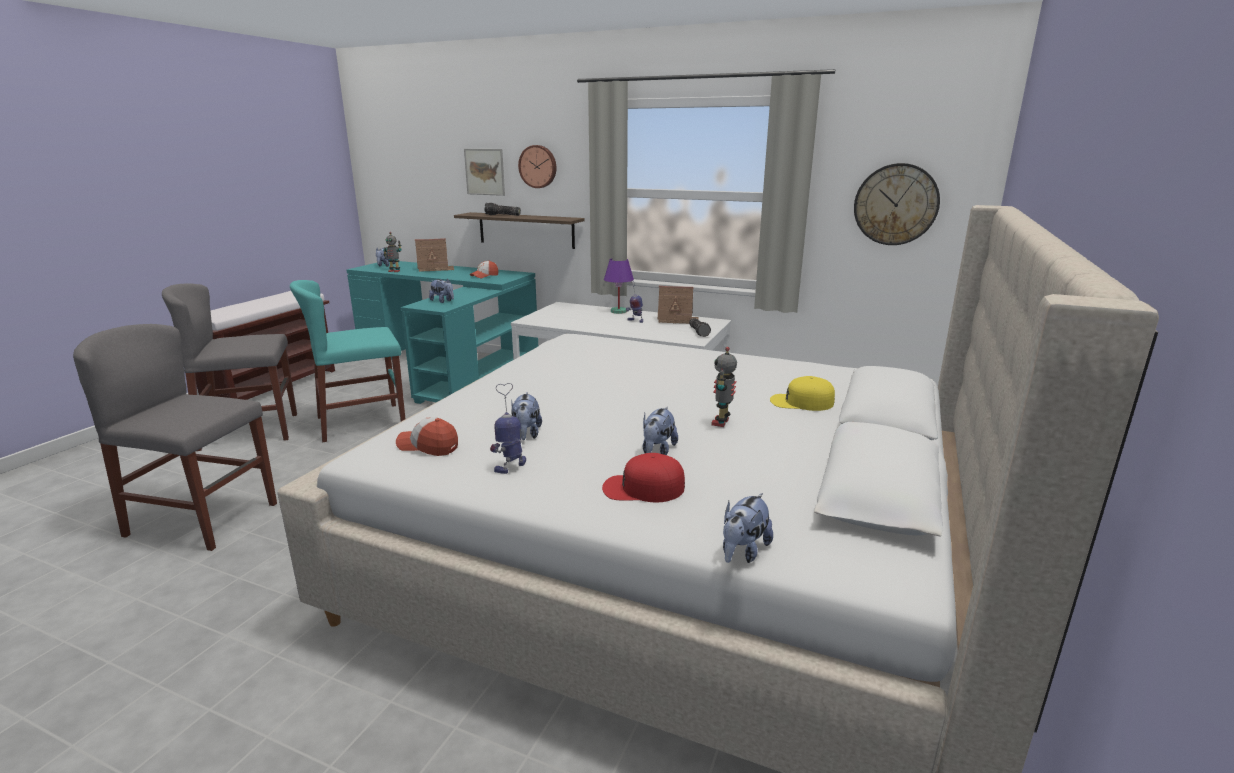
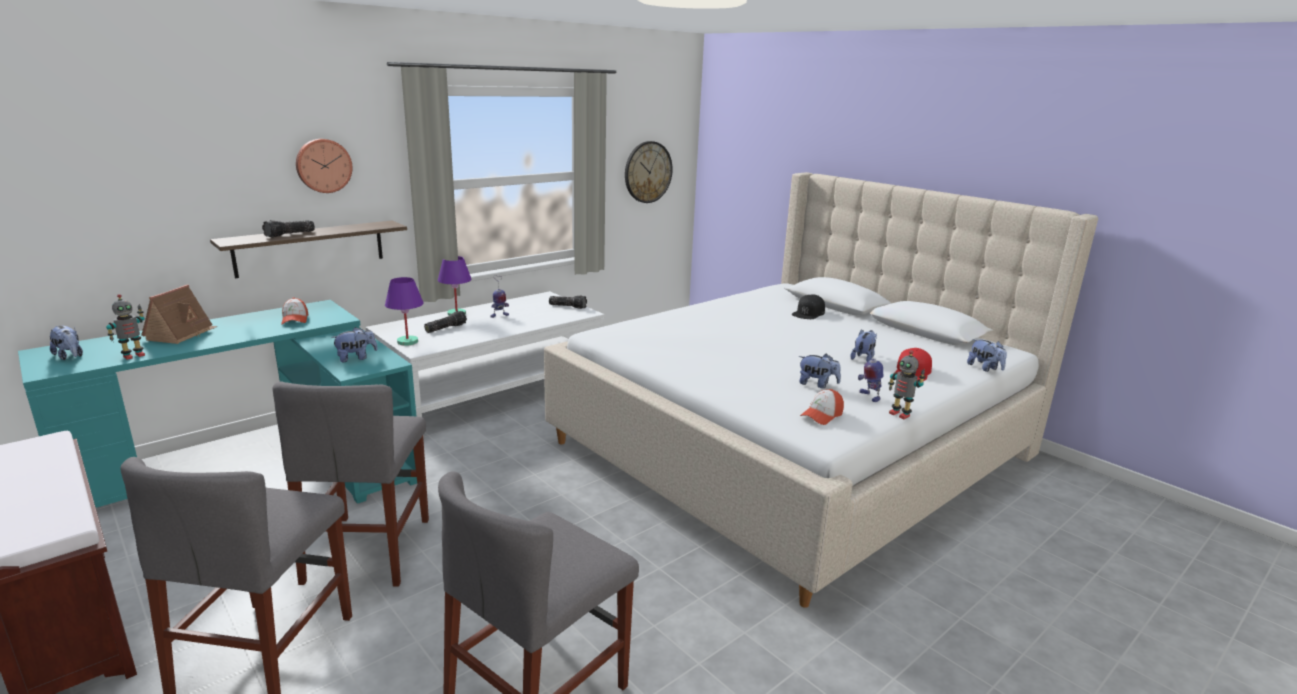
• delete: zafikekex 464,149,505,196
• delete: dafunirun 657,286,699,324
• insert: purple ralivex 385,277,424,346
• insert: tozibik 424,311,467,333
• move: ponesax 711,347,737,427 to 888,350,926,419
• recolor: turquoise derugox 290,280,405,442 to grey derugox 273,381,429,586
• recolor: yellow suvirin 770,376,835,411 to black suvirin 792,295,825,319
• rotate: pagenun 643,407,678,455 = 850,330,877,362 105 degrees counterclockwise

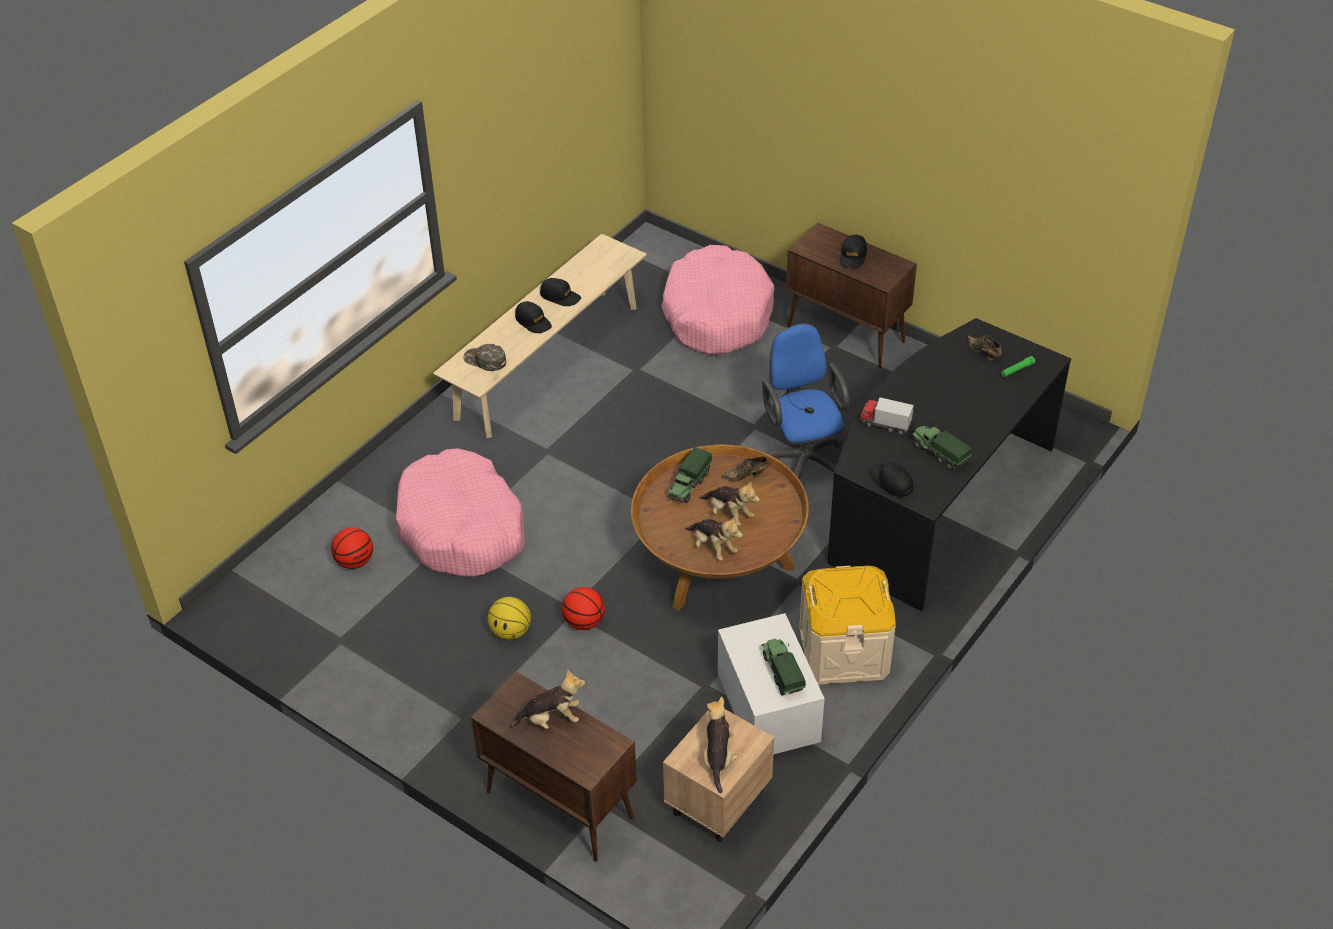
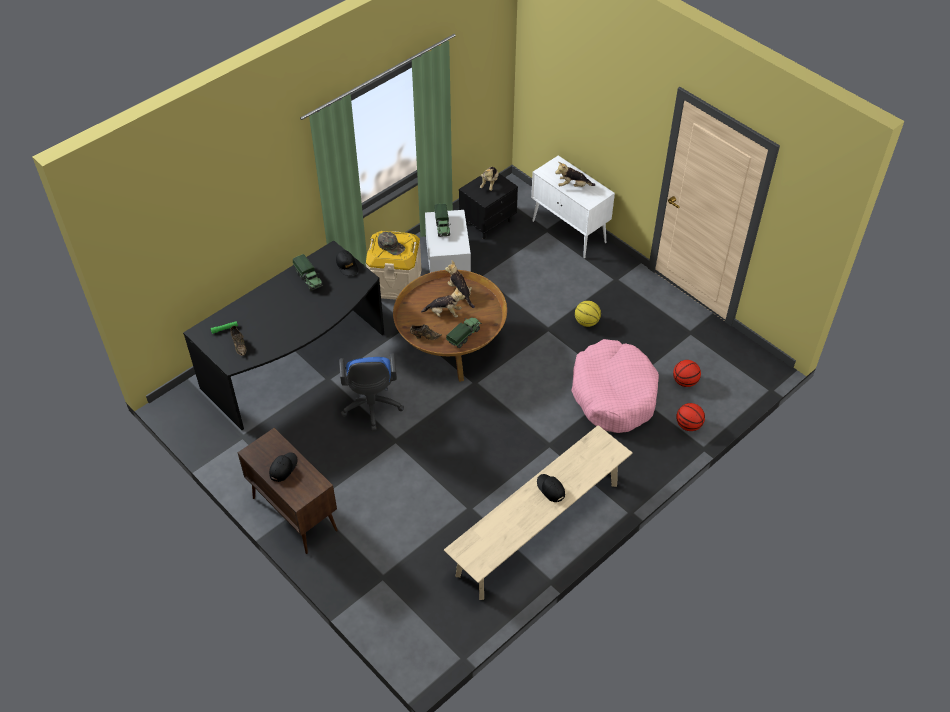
• delete: black suvirin 540,278,581,306
• delete: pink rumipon 662,245,775,355
• delete: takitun 859,397,914,435
• move: green suvirin 463,344,506,371 to 378,232,405,255
• move: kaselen 562,587,605,630 to 676,403,705,431
• recolor: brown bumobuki 471,672,637,862 to white bumobuki 531,155,615,258
• recolor: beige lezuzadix 663,709,774,842 to black lezuzadix 459,174,518,239
• rotate: pagenun 699,481,760,526 = 421,287,465,317 135 degrees clockwise

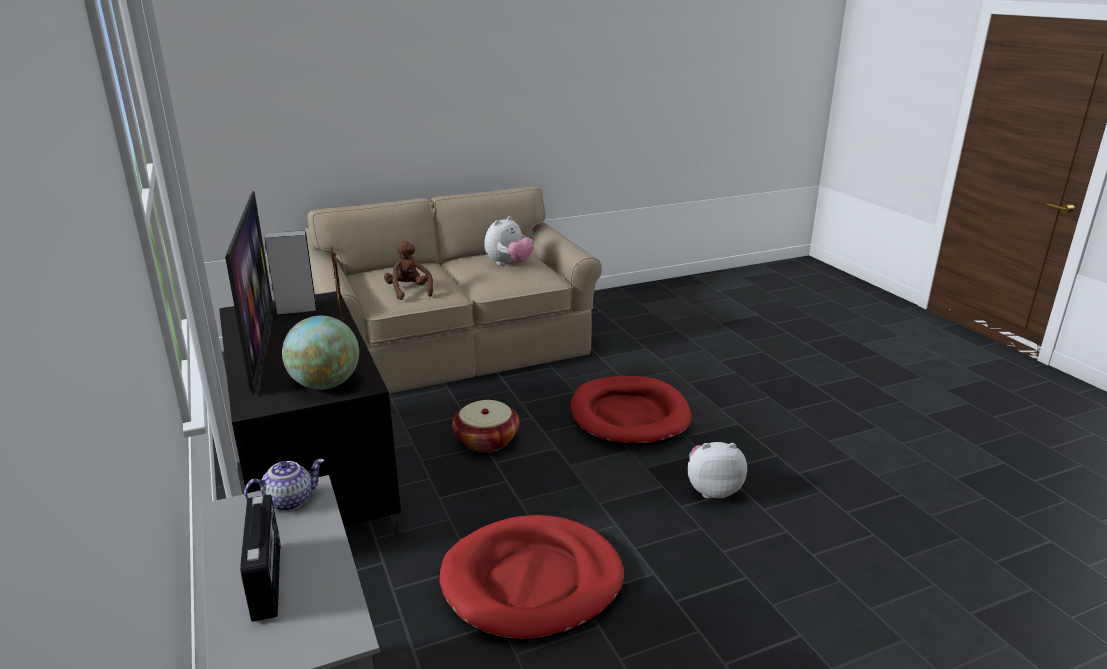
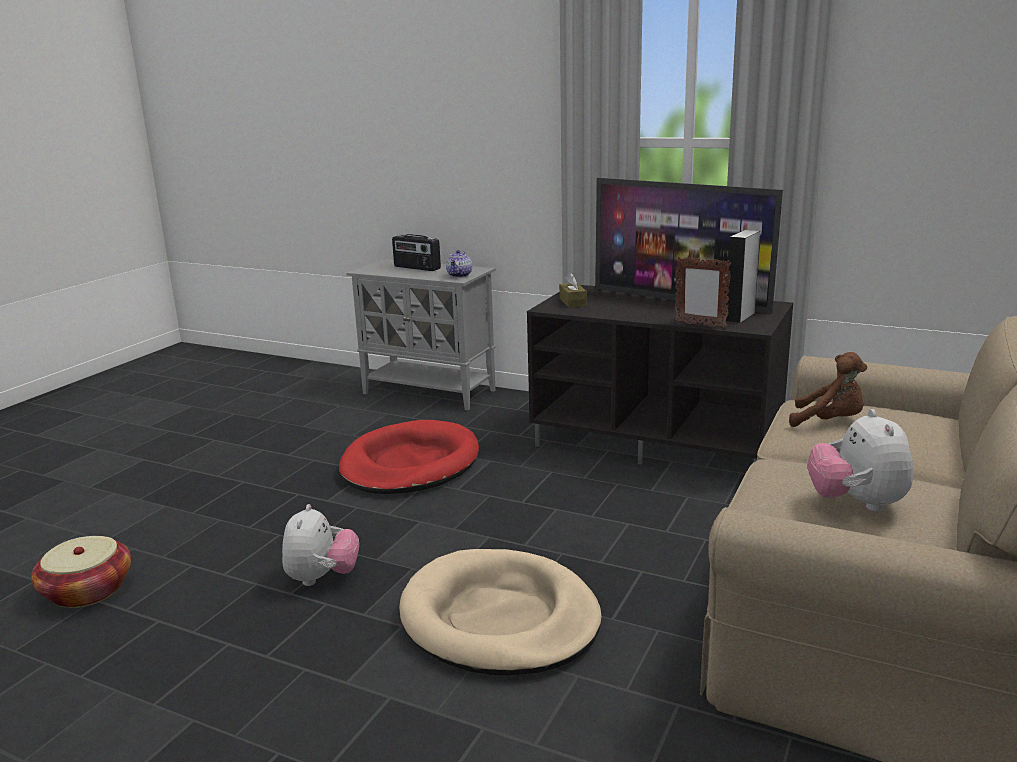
• move: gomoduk 452,400,519,452 to 31,536,131,608
• replace: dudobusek 282,316,359,390 to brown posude 559,273,587,308
• recolor: red rumipon 570,376,692,446 to beige rumipon 399,549,602,676
• rotate: pagenun 687,442,747,498 = 282,504,359,586 45 degrees counterclockwise

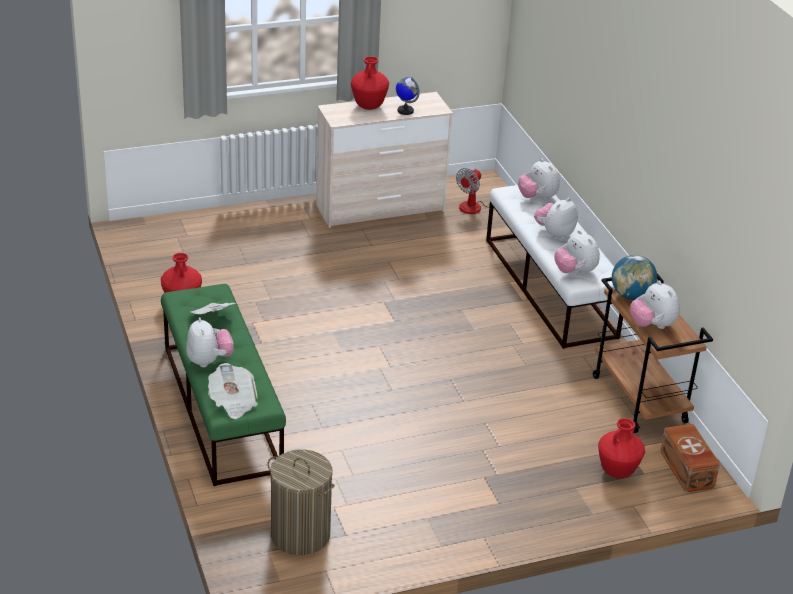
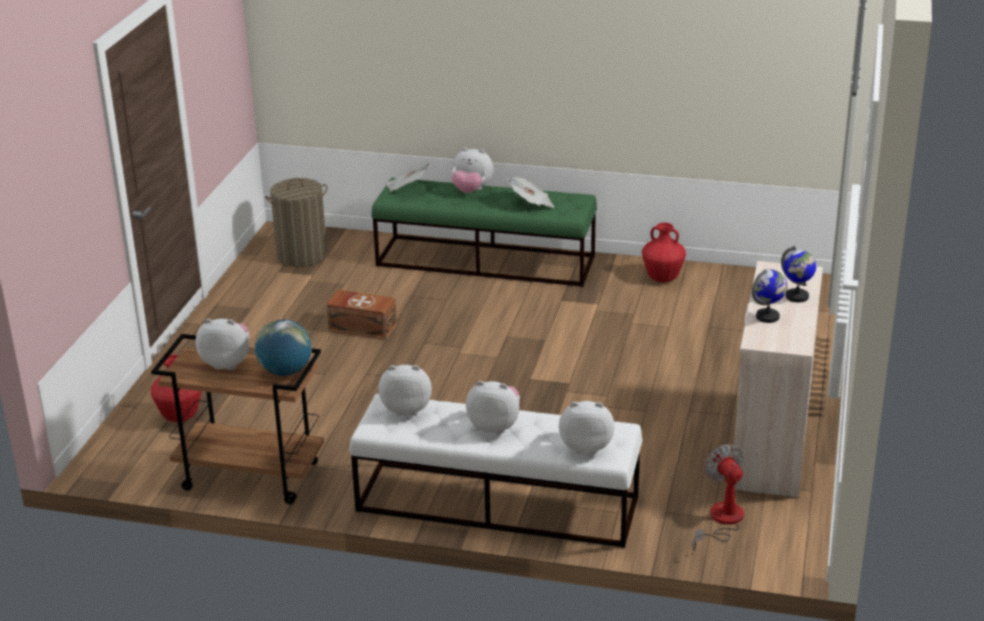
• move: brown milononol 660,424,720,493 to 326,290,397,340
• replace: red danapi 351,56,389,110 to dudobusek 781,246,816,302
• rotate: pagenun 534,198,578,240 = 466,381,520,434 60 degrees counterclockwise

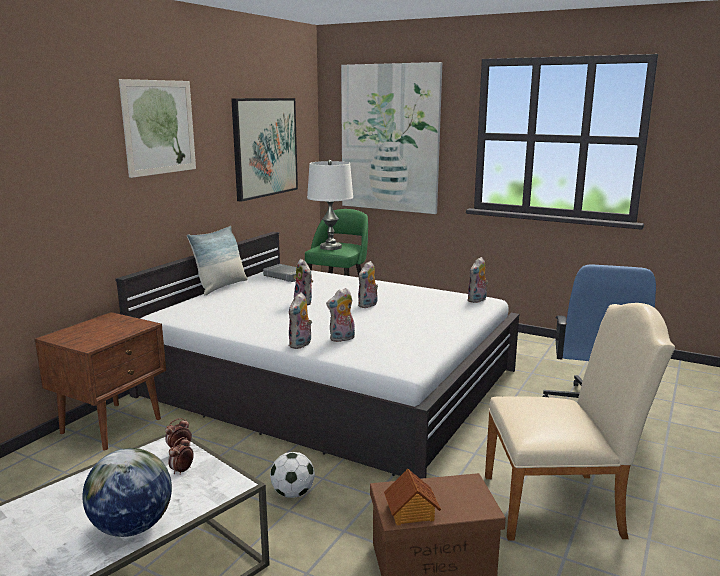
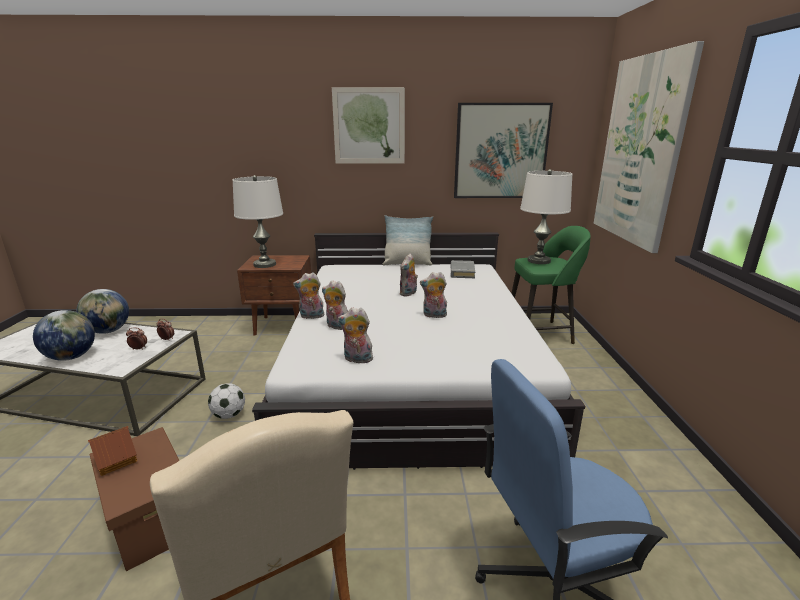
• insert: dudobusek 76,289,129,334
• insert: white ralivex 233,175,283,268
• move: pagenun 468,257,488,303 to 338,308,373,363

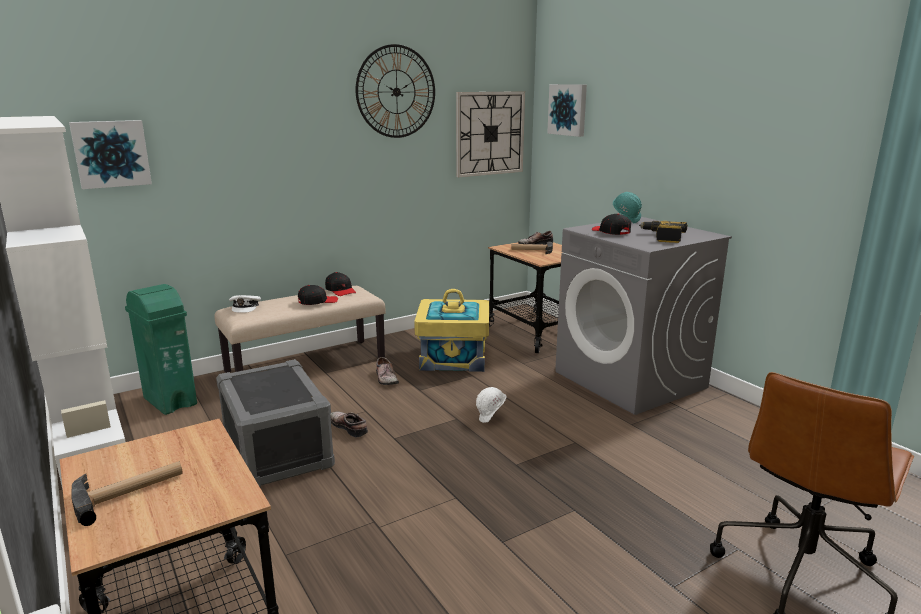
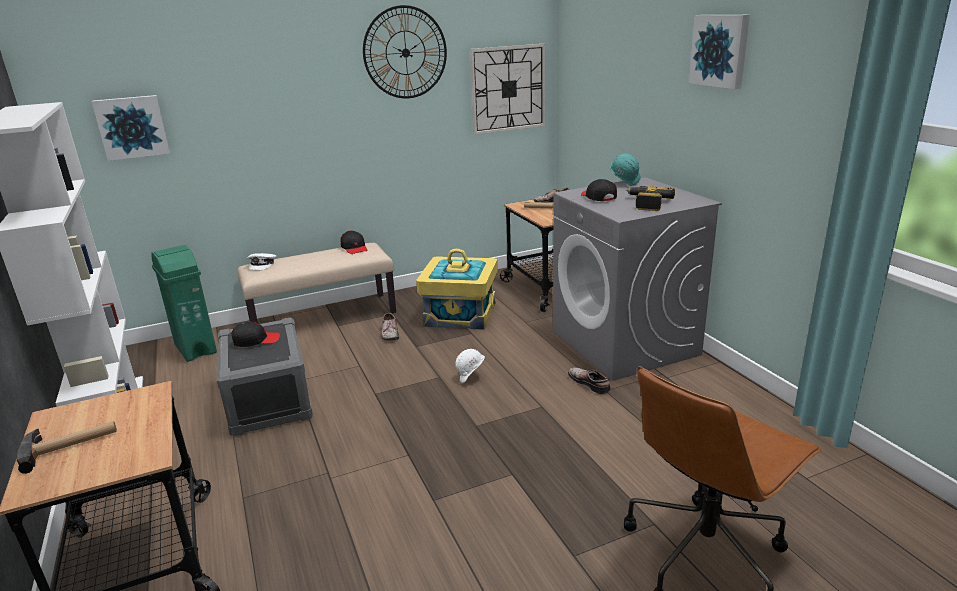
• move: black suvirin 298,285,338,305 to 231,322,280,347
• move: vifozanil 330,411,368,437 to 568,367,610,394
• move: zafikekex 547,84,587,137 to 689,15,750,89

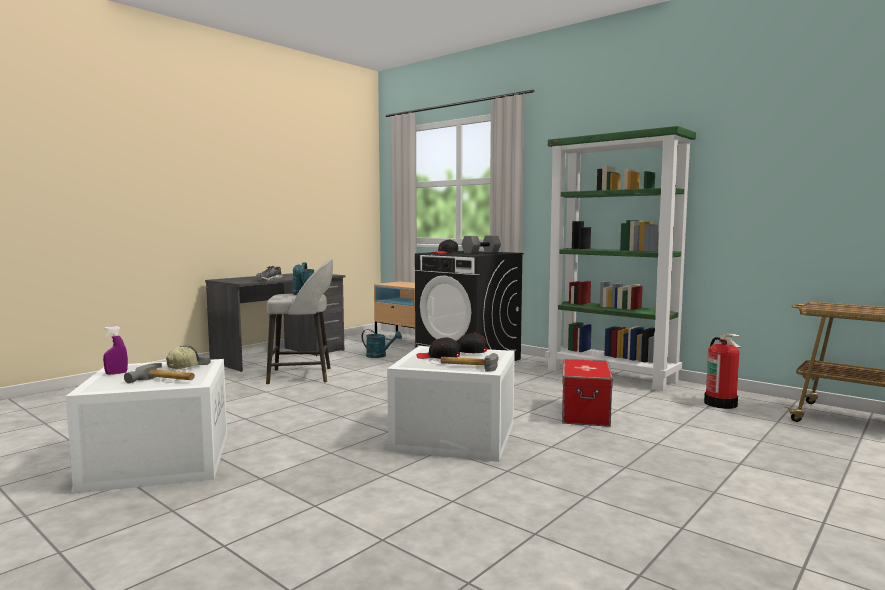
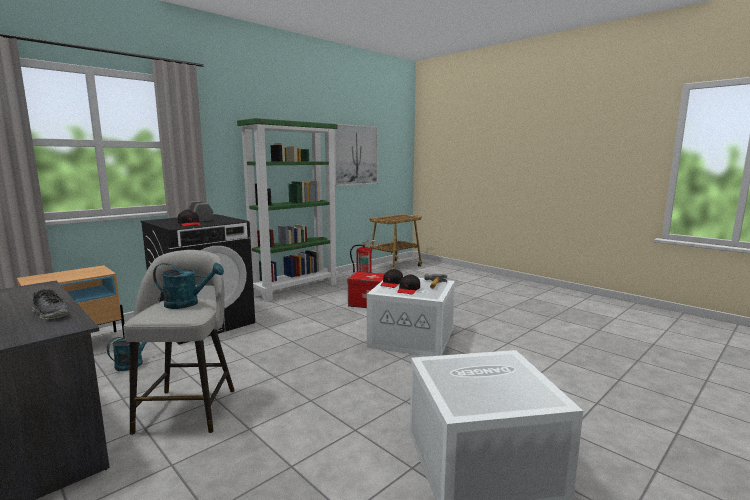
• delete: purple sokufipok 103,326,128,375
• delete: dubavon 124,363,195,383
• delete: suvirin 166,345,211,369
• insert: zafikekex 334,124,378,186

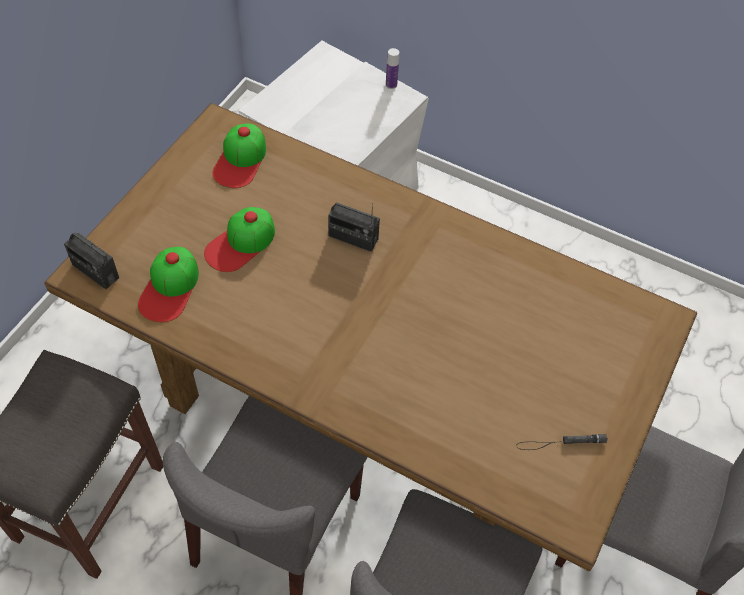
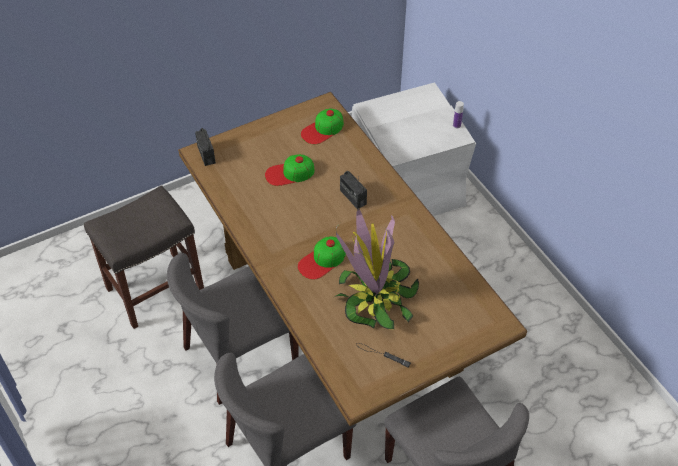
• insert: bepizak 334,208,419,329
• move: suvirin 138,247,199,322 to 298,236,346,280

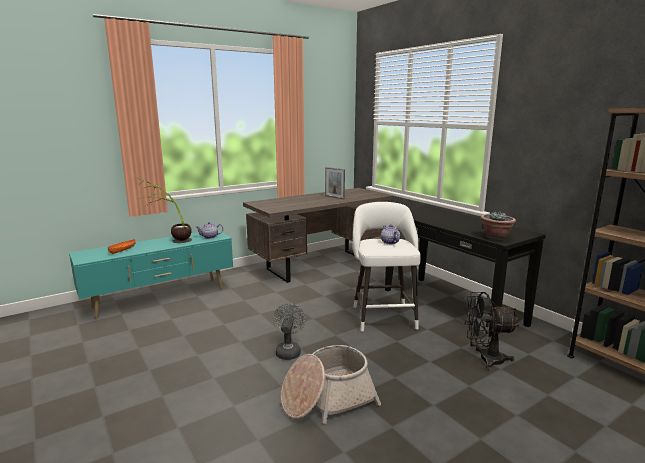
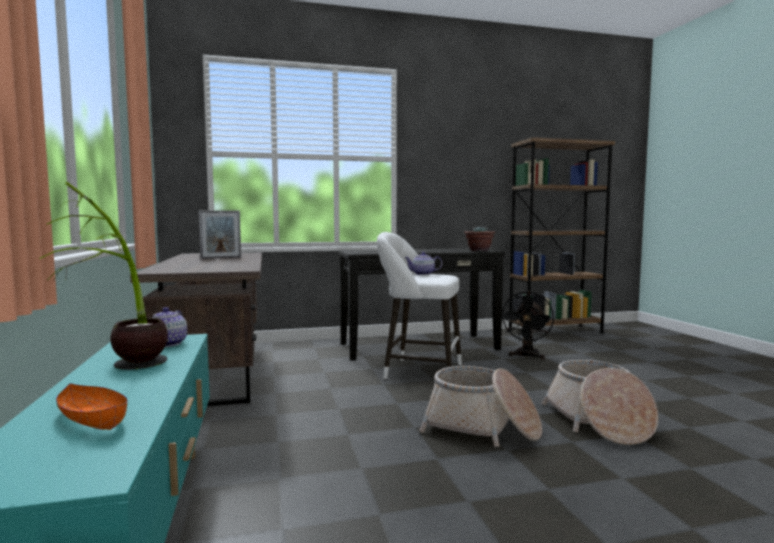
• replace: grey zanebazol 273,303,306,360 to gomoduk 419,366,542,447

